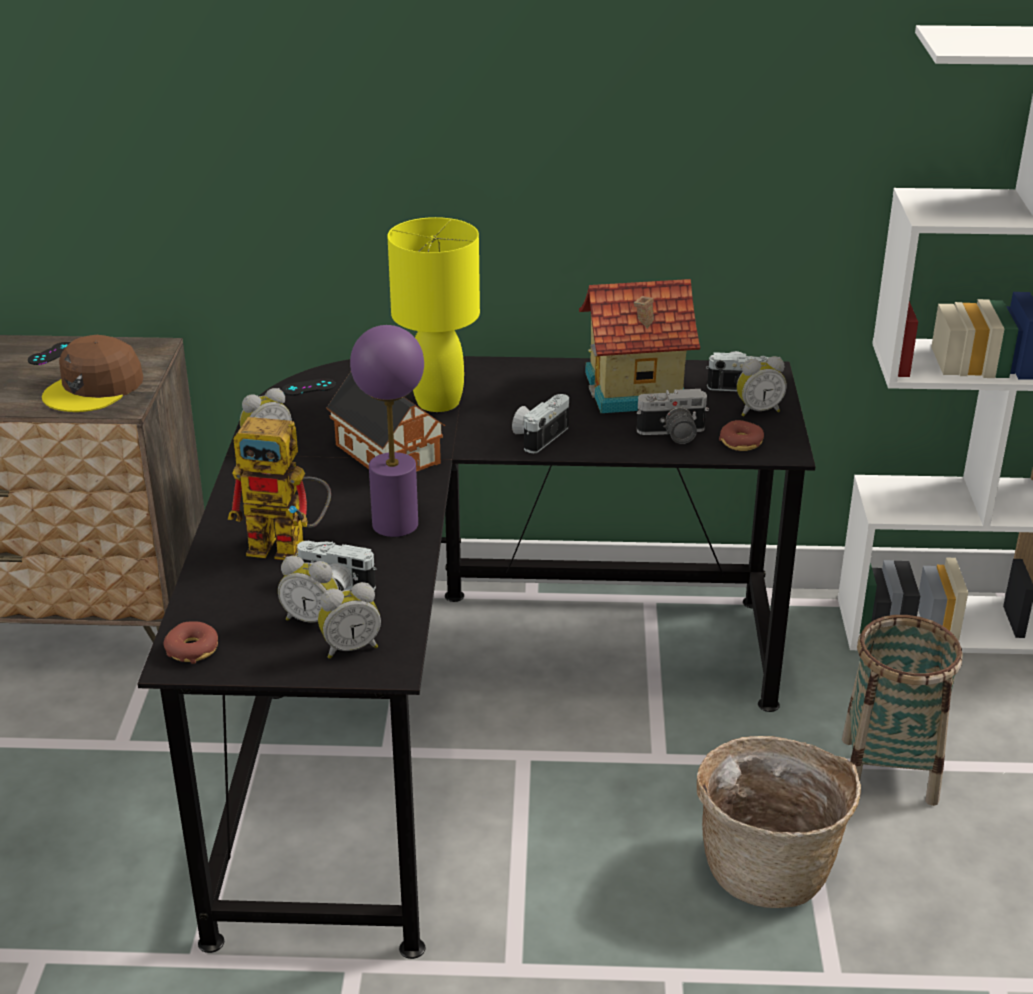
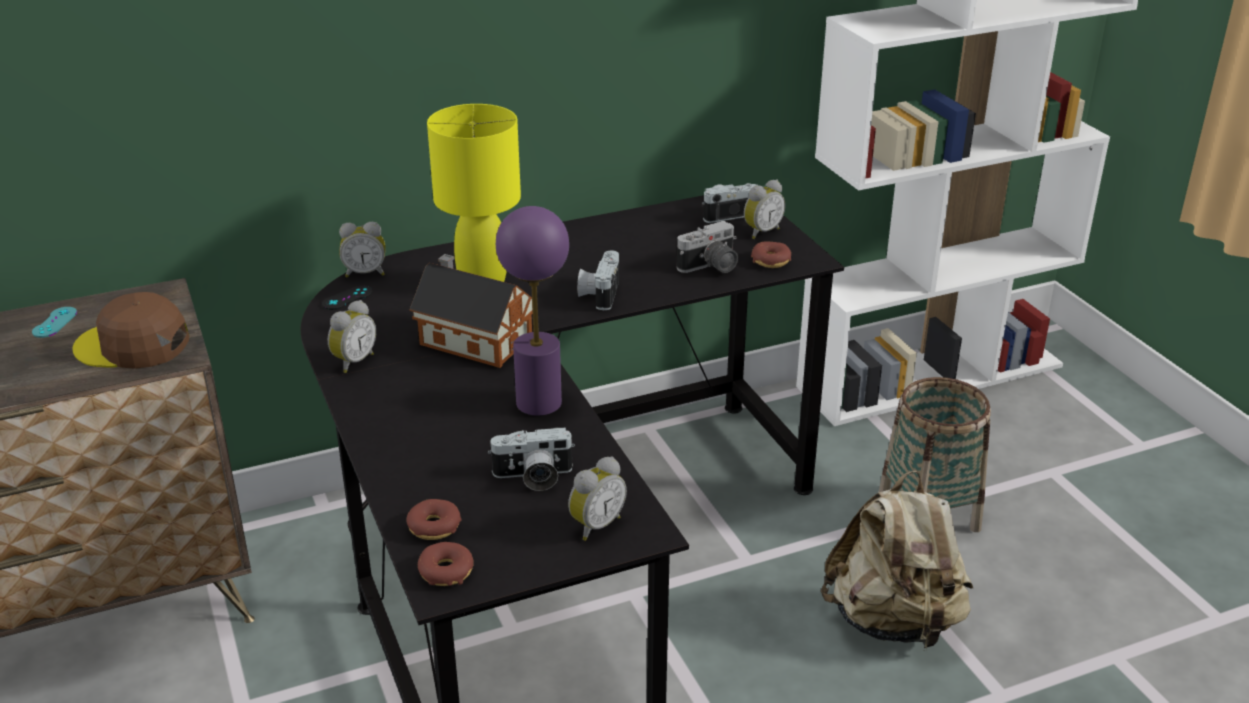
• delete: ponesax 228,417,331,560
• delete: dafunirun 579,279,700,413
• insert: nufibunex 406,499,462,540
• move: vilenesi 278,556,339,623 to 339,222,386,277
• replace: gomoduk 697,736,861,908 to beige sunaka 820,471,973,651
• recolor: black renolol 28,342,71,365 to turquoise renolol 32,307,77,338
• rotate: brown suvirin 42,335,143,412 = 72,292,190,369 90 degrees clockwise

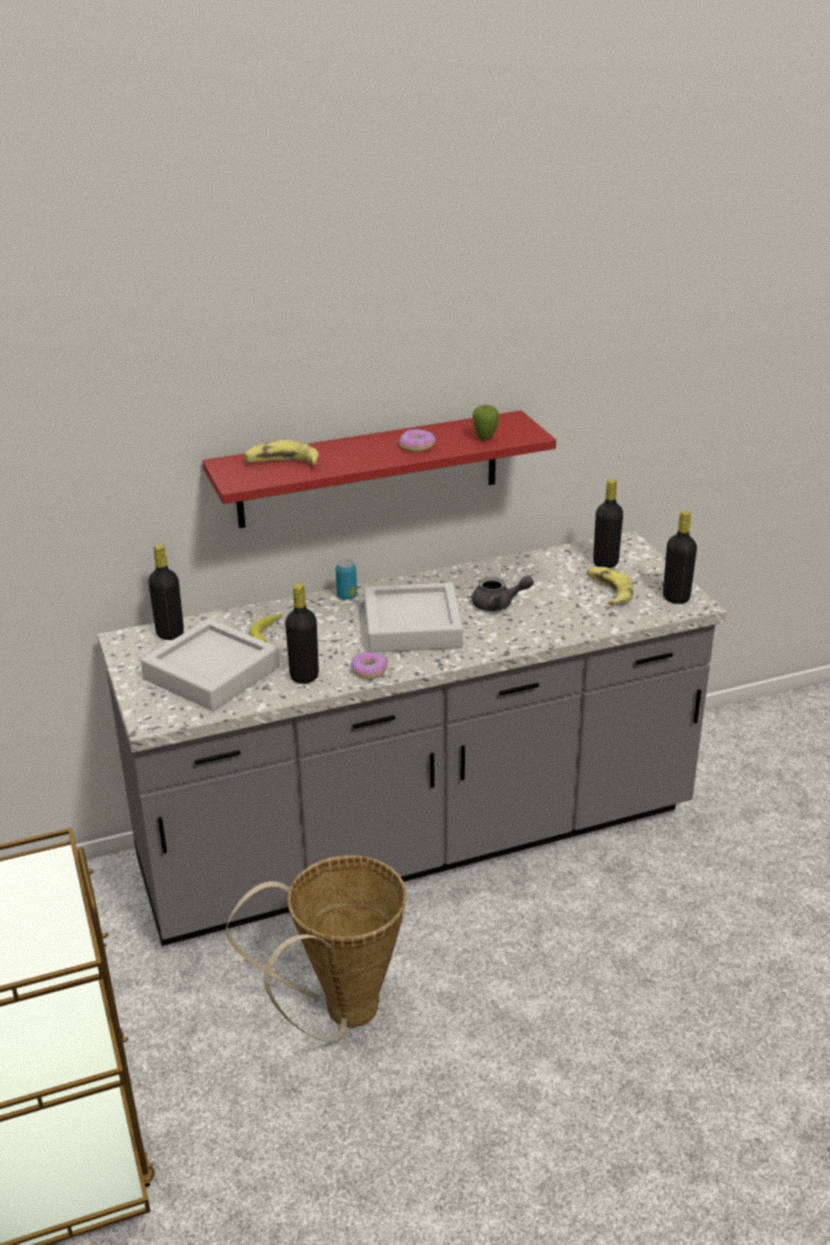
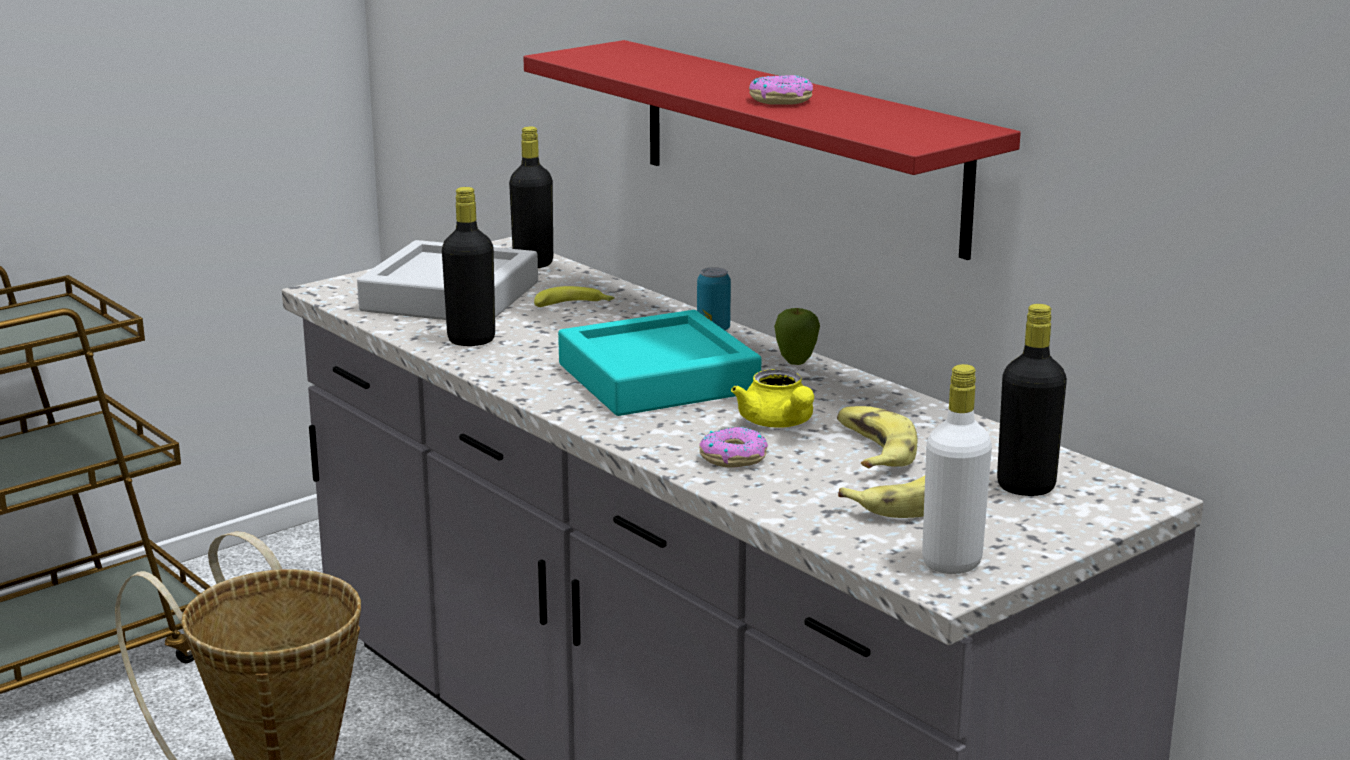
• move: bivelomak 244,440,319,465 to 837,406,917,468
• move: nufibunex 351,651,388,679 to 699,427,768,468
• move: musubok 472,405,499,440 to 774,308,820,365
• recolor: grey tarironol 364,582,463,652 to turquoise tarironol 558,310,761,416
• recolor: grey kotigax 472,576,534,611 to yellow kotigax 731,369,814,428
• recolor: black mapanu 663,511,697,604 to white mapanu 922,364,992,574

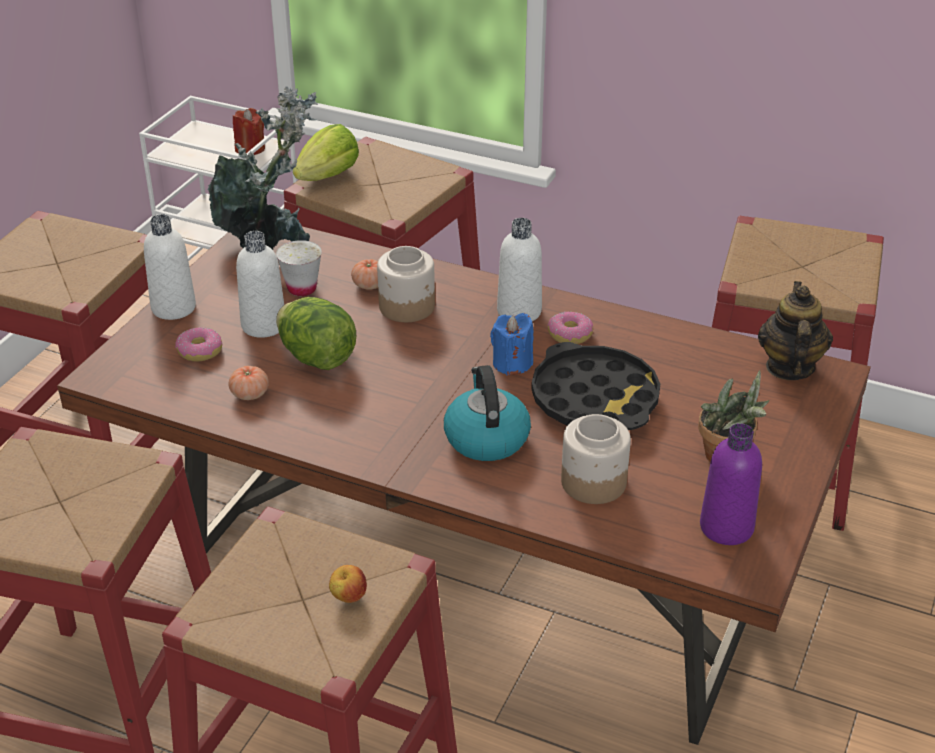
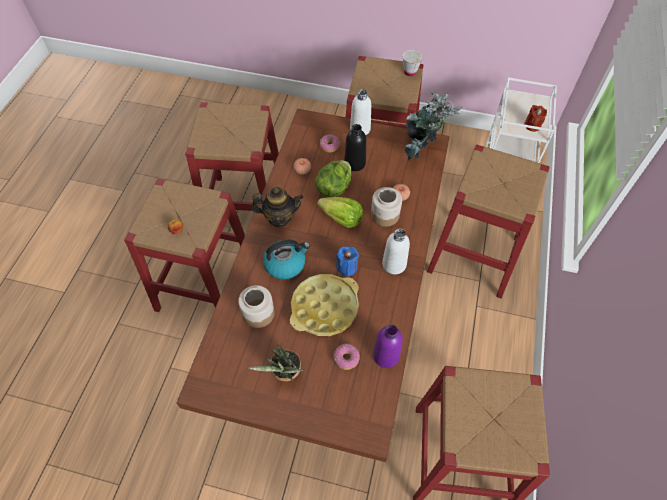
• move: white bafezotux 276,240,322,296 to 403,50,423,76
• move: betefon 293,124,359,181 to 317,197,363,228
• move: nufibunex 547,311,594,344 to 333,343,360,370
• move: purple mapanu 700,423,762,545 to 373,324,403,368
• move: kotigax 758,281,833,380 to 251,187,304,227
• recolor: white mapanu 236,231,284,338 to black mapanu 344,124,366,171
• recolor: black tarironol 531,342,660,430 to yellow tarironol 290,274,359,336

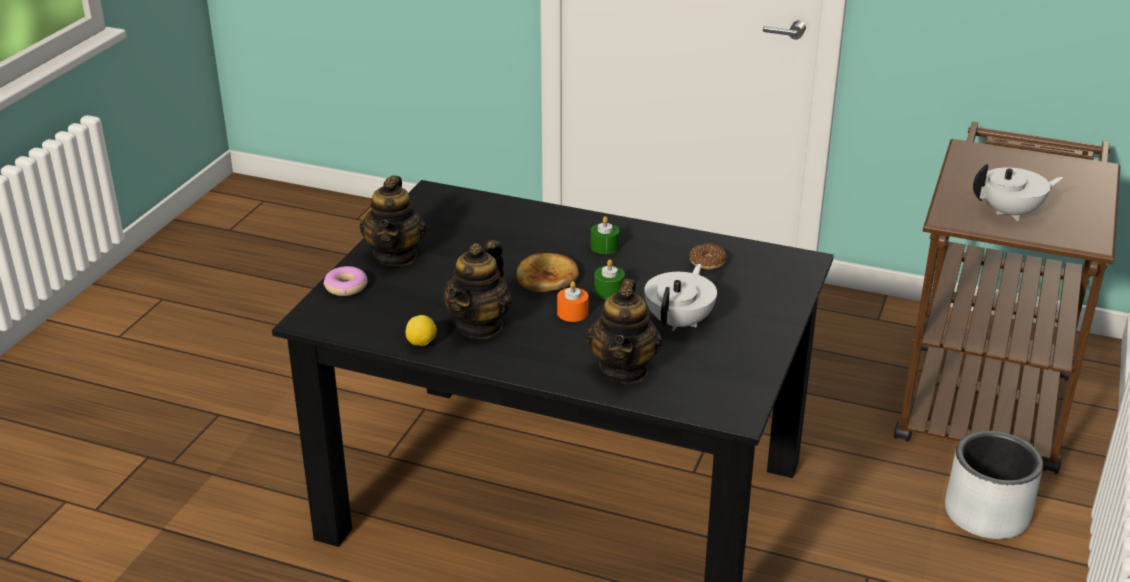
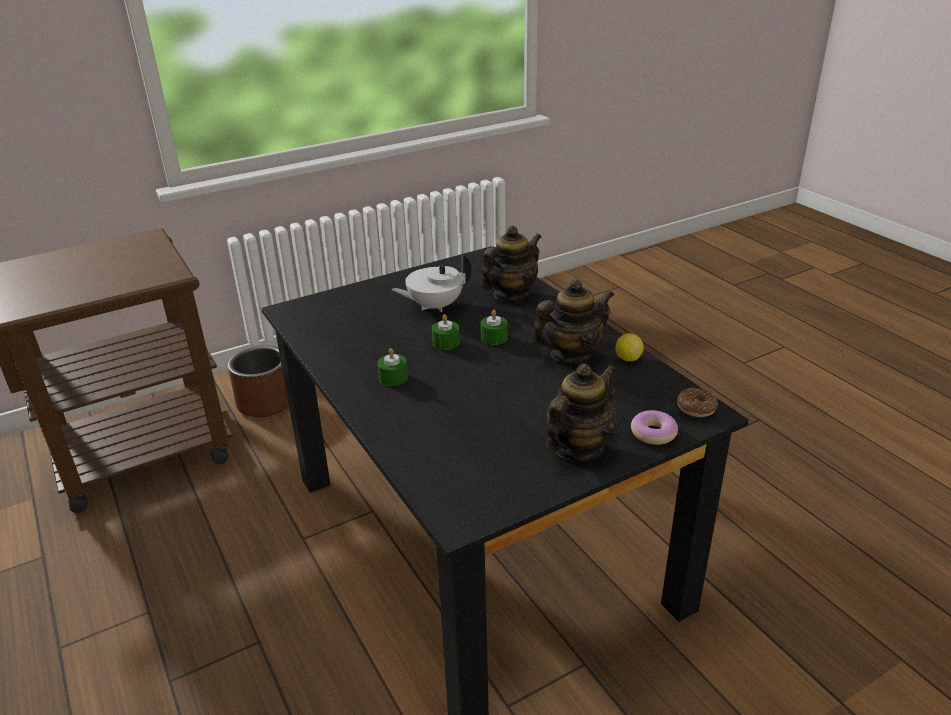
• delete: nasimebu 517,253,579,292
• delete: white kotigax 973,164,1064,221
• move: nufibunex 689,243,727,269 to 677,388,718,417
• recolor: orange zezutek 557,281,588,322 to green zezutek 480,310,508,345
• recolor: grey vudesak 945,431,1043,539 to brown vudesak 228,345,289,417

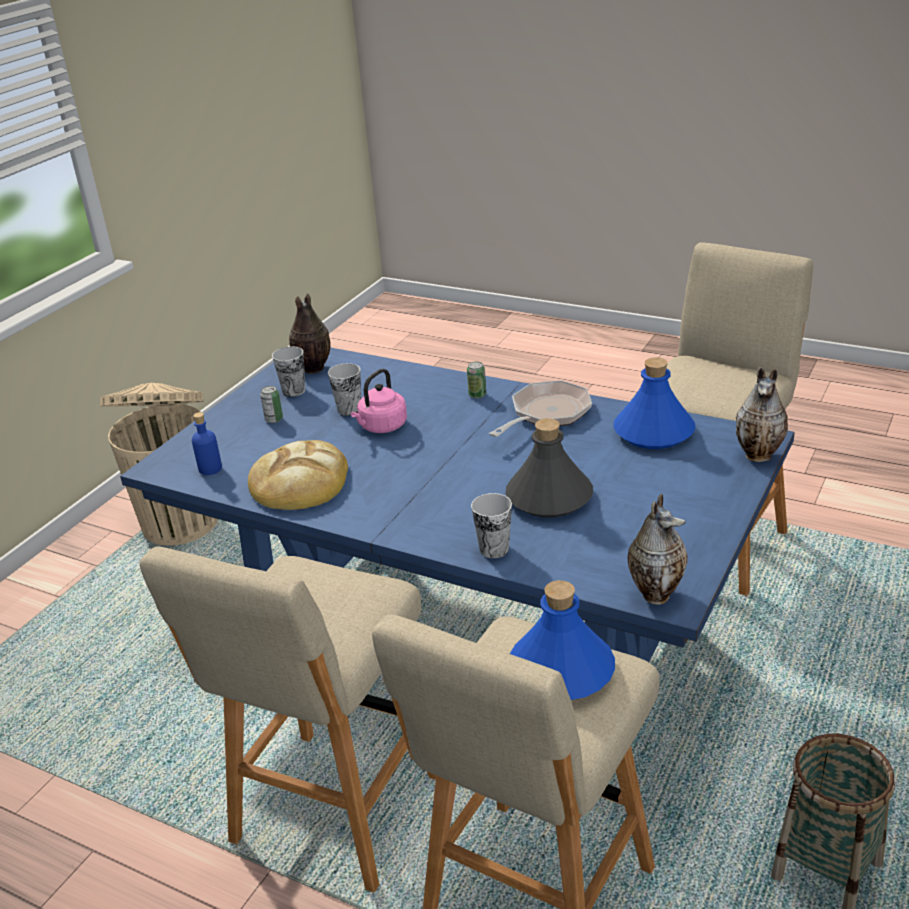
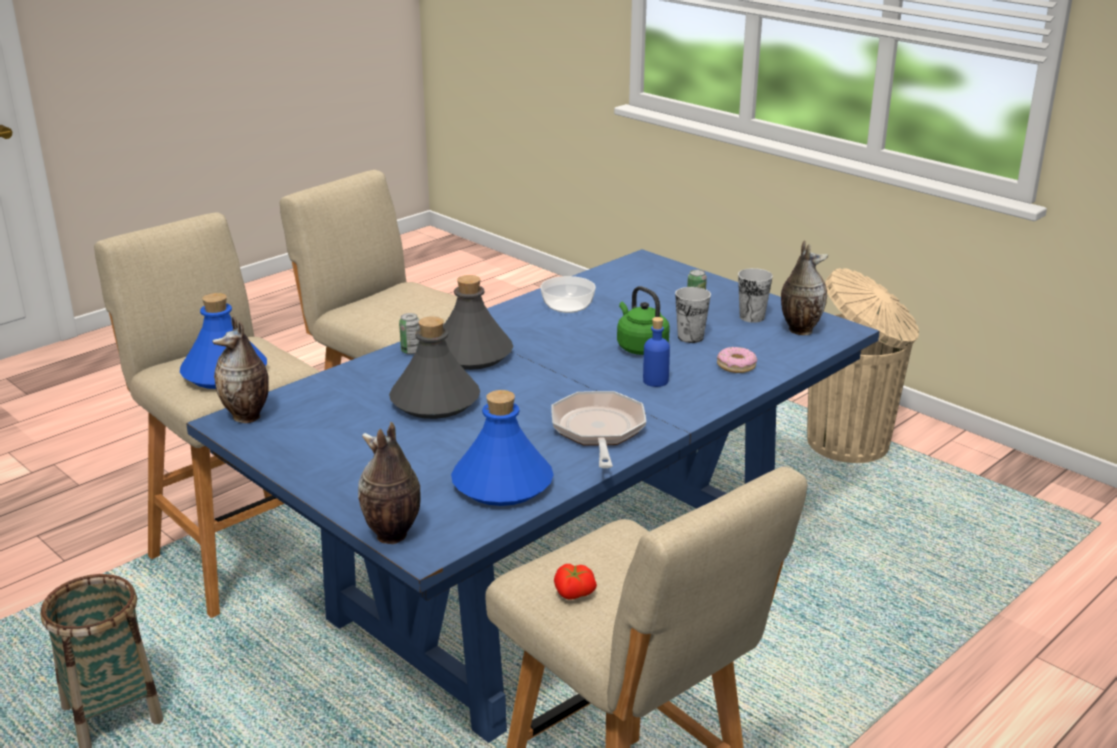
• delete: bafezotux 471,493,512,558
• insert: grey mapanu 443,275,513,370
• insert: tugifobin 554,564,597,600
• insert: nufibunex 717,347,757,373
• move: blue mapanu 192,412,222,475 to 643,317,670,387
• move: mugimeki 467,362,486,399 to 399,313,420,355
• replace: nasimebu 248,440,348,510 to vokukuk 540,276,596,313
• recolor: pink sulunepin 350,369,407,433 to green sulunepin 617,286,670,355
• rotate: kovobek 489,380,592,437 = 551,391,646,468 150 degrees counterclockwise

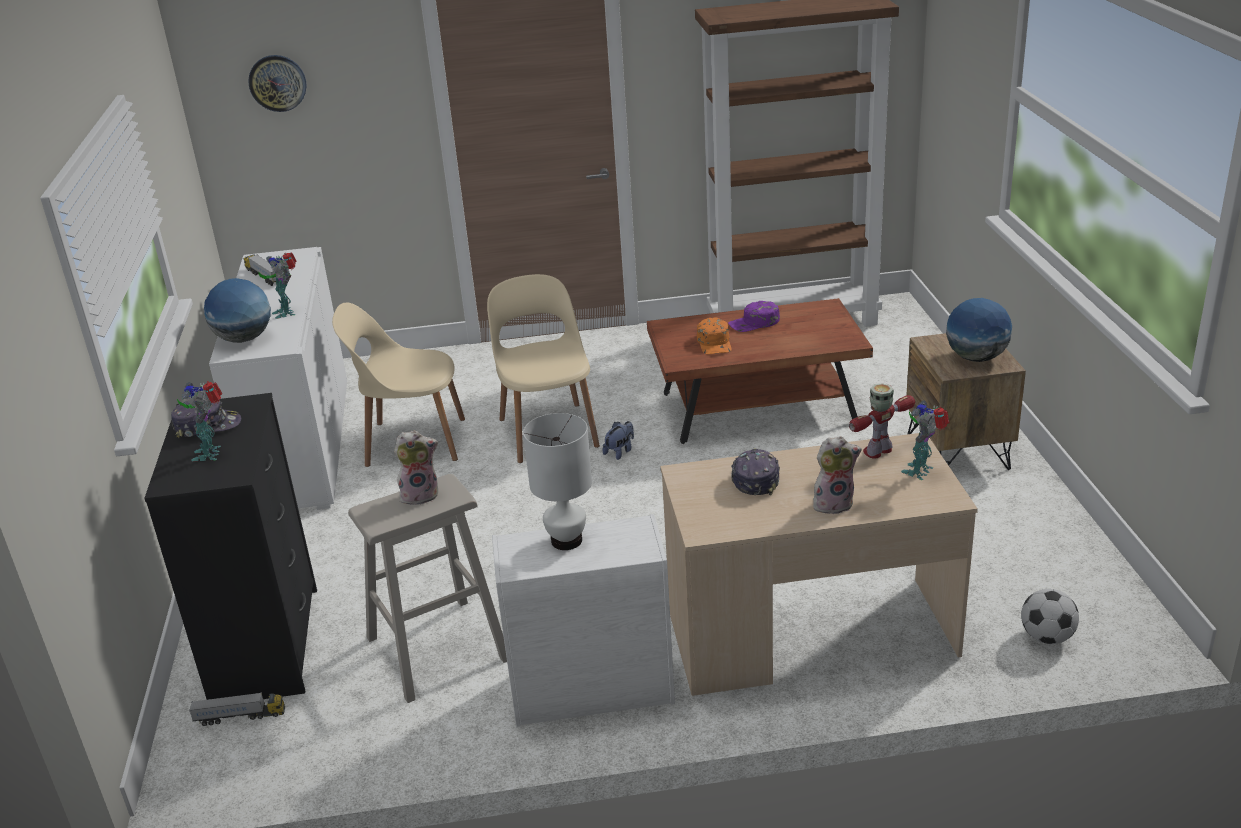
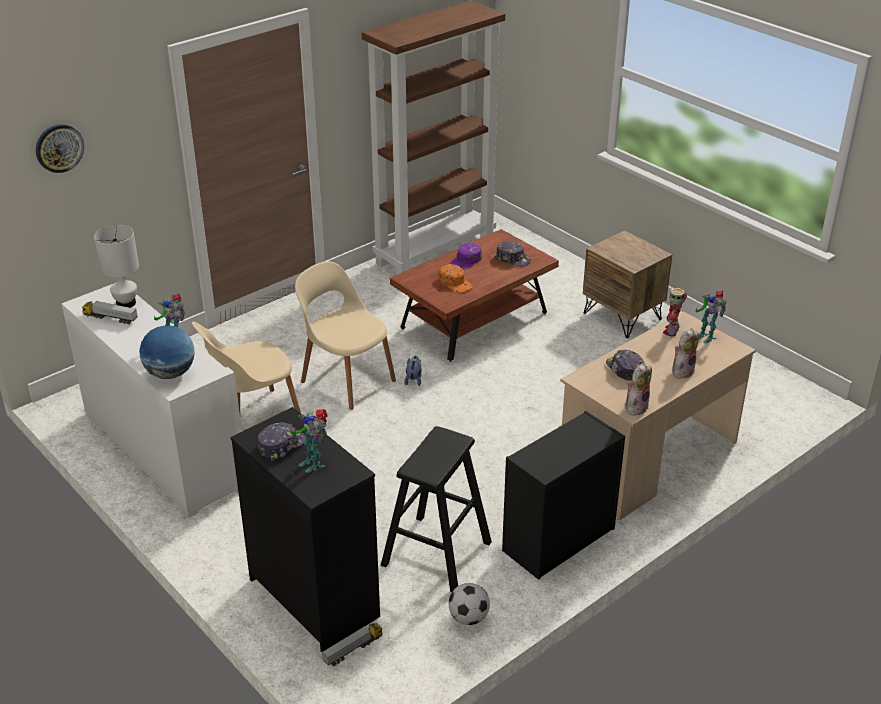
• delete: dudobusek 946,298,1012,362
• insert: suvirin 495,242,531,266
• move: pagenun 394,430,438,505 to 625,363,652,415
• move: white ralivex 523,413,592,550 to 94,225,139,308
• move: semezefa 1021,589,1079,644 to 448,583,490,625
• recolor: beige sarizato 348,474,507,703 to black sarizato 381,426,492,593
• recolor: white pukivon 492,514,675,727 to black pukivon 502,411,625,580
• rotate: ponesax 901,400,949,480 = 695,290,727,344 45 degrees counterclockwise

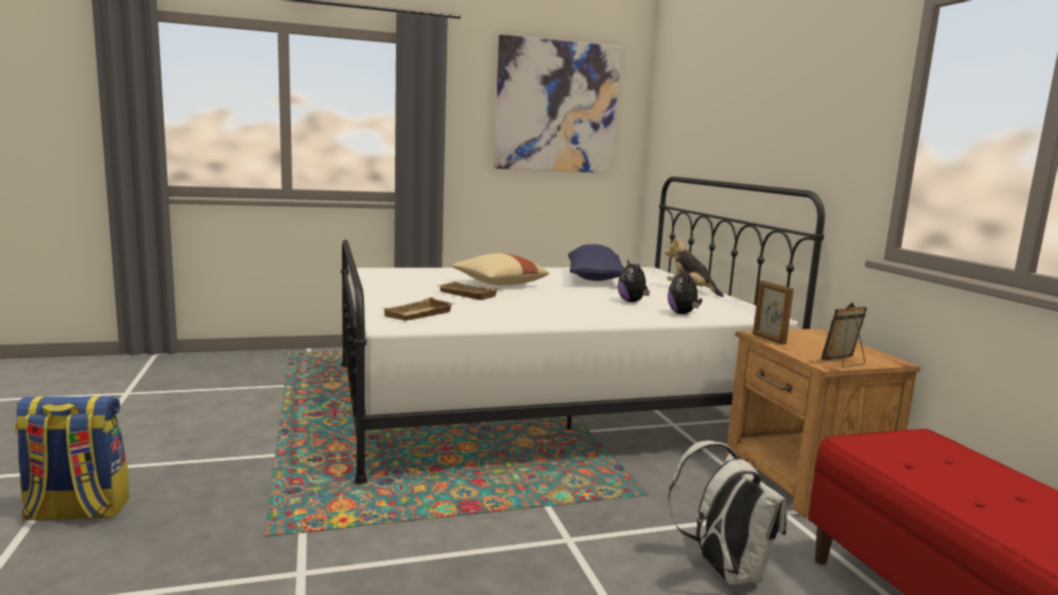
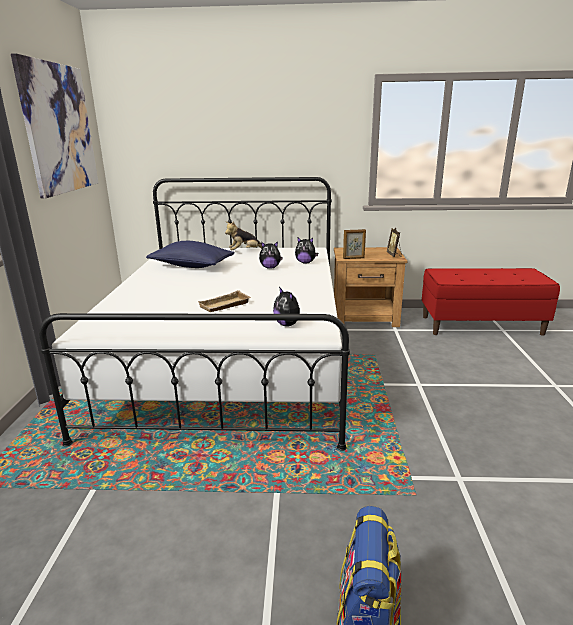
• delete: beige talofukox 451,253,549,285
• delete: white sunaka 668,441,787,585
• replace: beige tarironol 384,297,455,321 to pagenun 273,287,300,327

